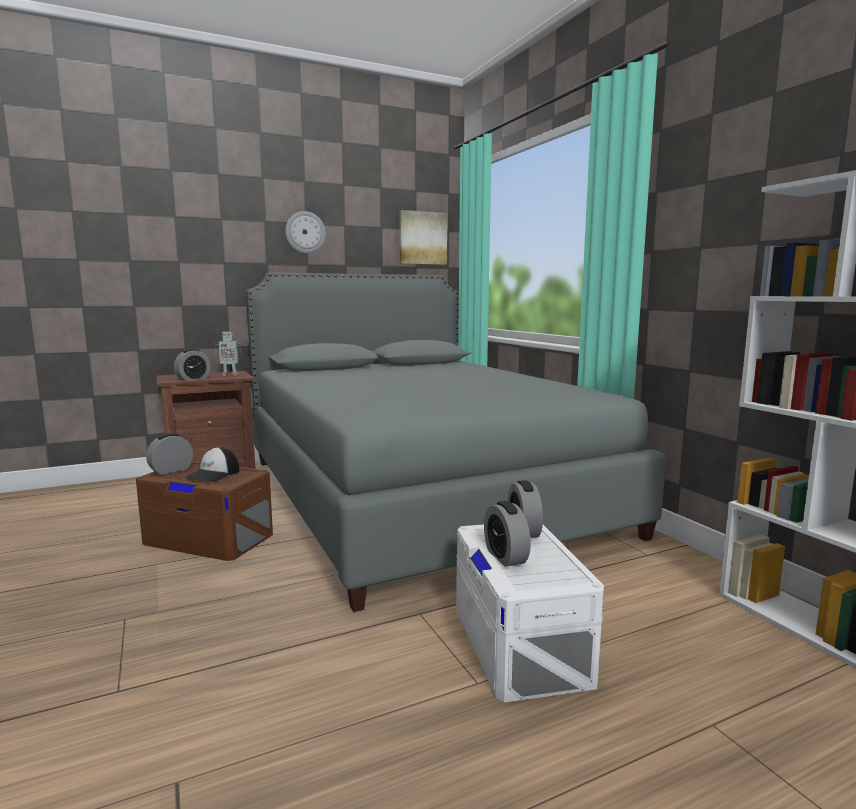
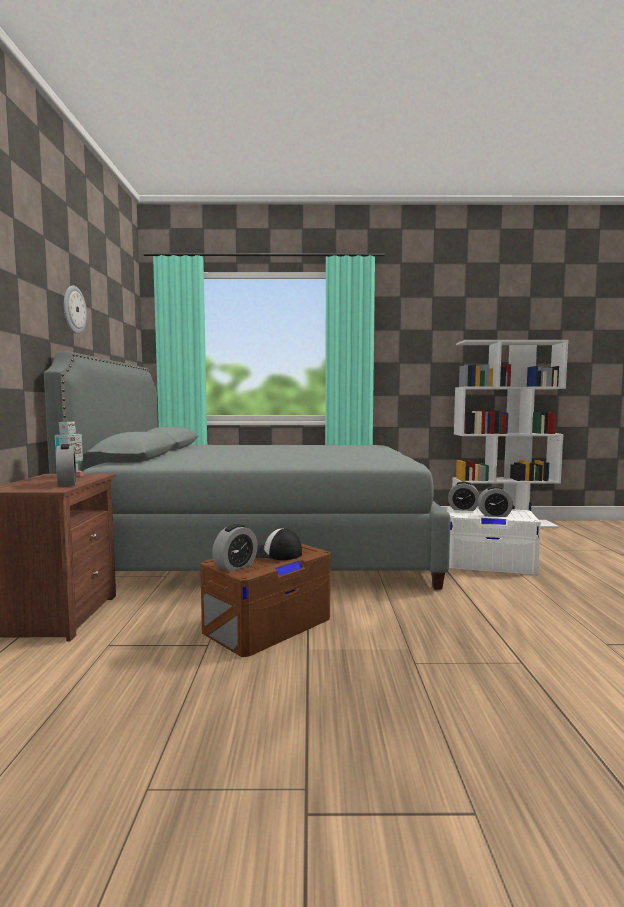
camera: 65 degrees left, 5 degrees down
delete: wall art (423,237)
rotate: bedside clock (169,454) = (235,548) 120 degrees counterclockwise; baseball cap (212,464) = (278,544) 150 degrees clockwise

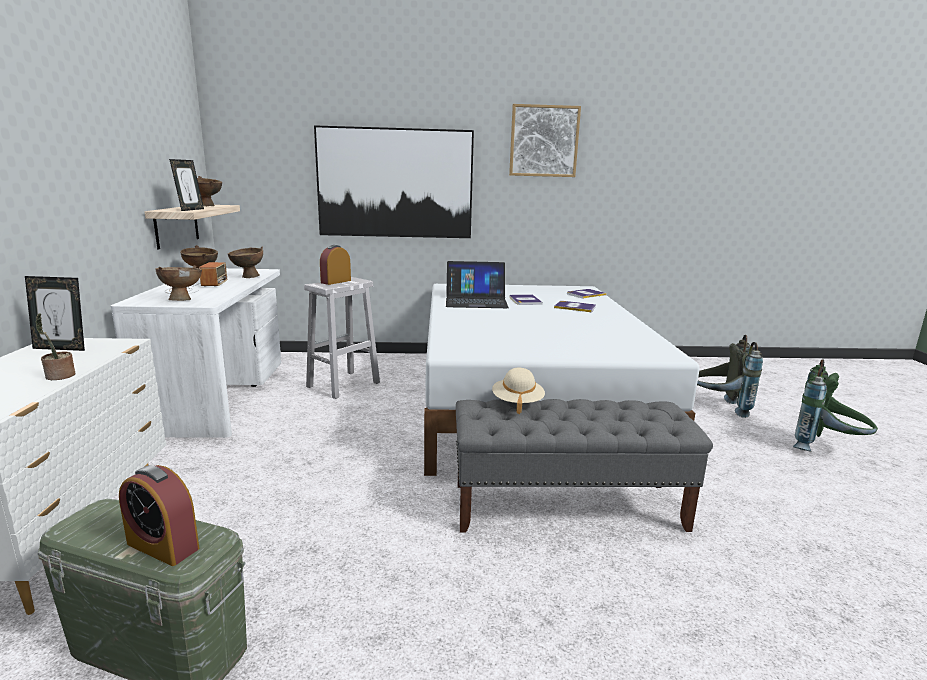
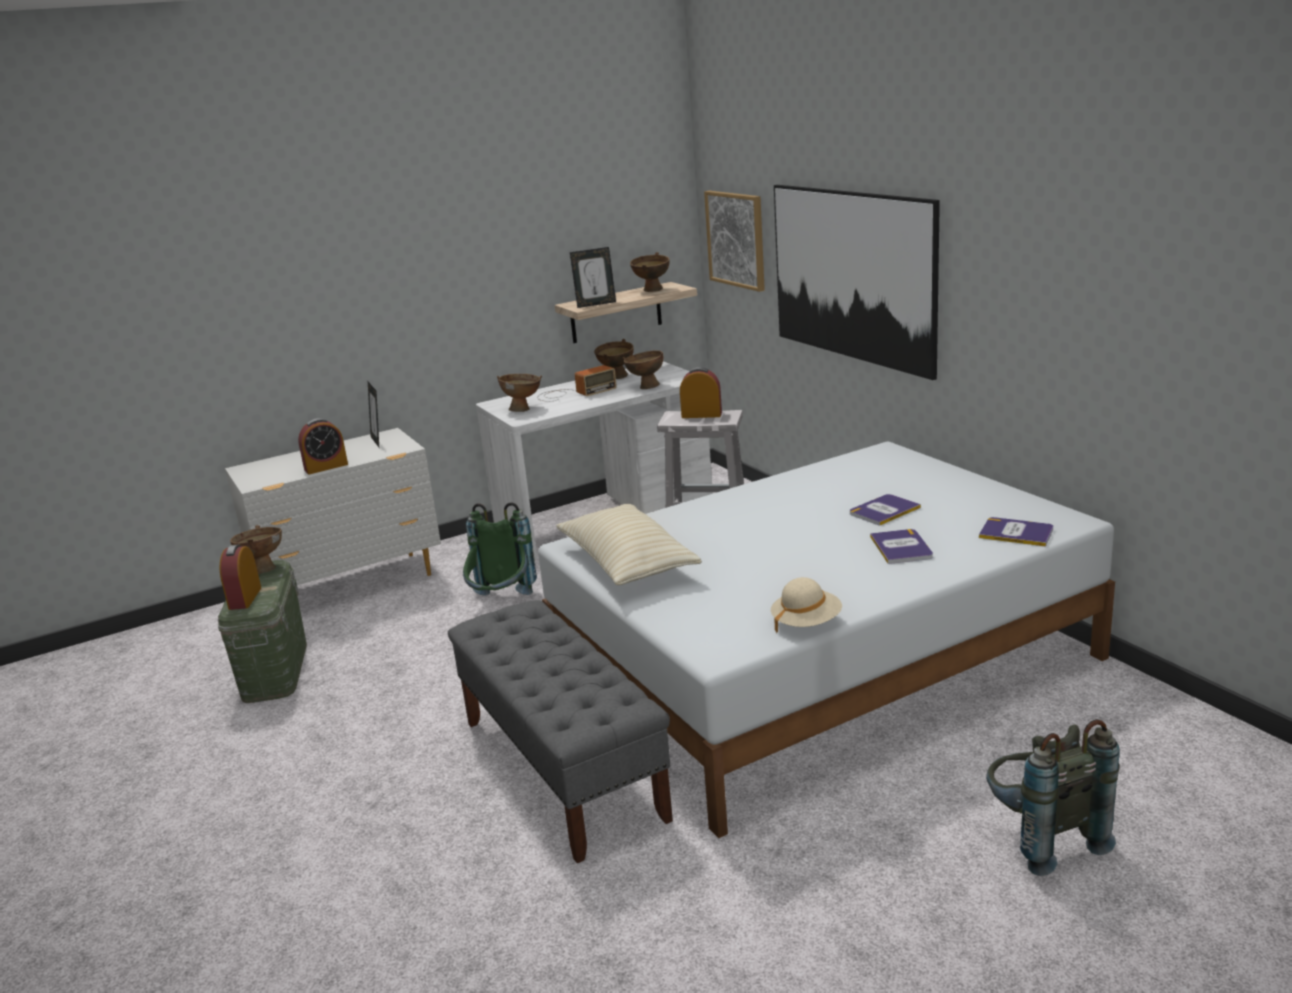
camera: 65 degrees right, 5 degrees up
delete: laptop (477,284)
insert: brown-coloured bowl (256,549); beige-coloured pillow (629,544)
move: greenish knapsack (835,406) to (500,549); wall art (545,140) to (734,241); beige-coloured hat (518,391) to (806,605)
replace: houseplant (55,346) to bedside clock (323,446)

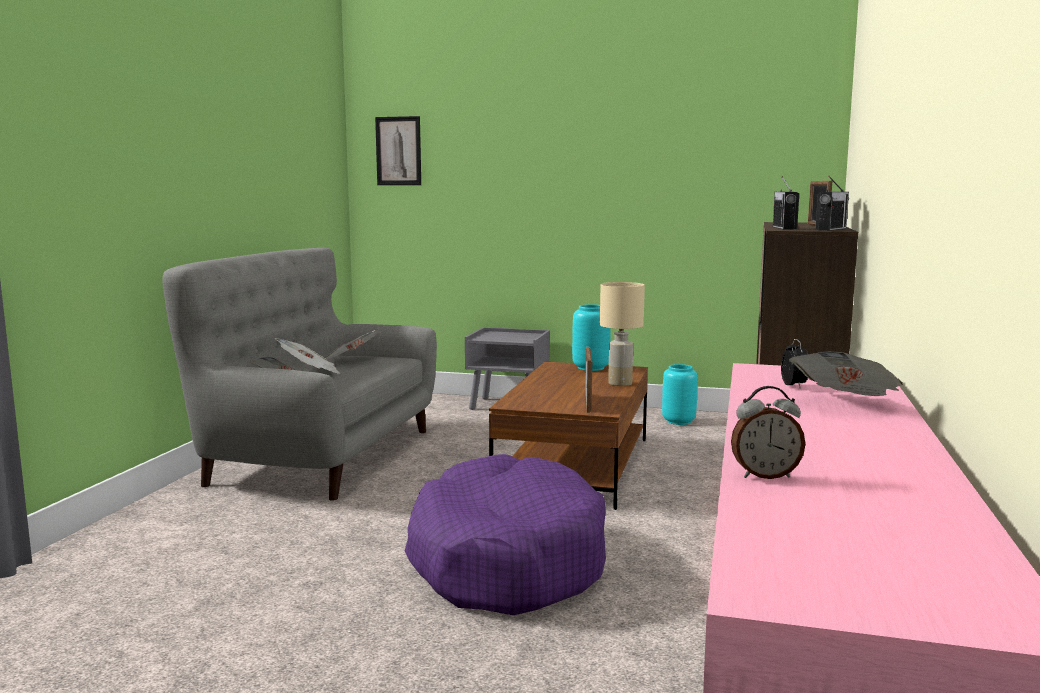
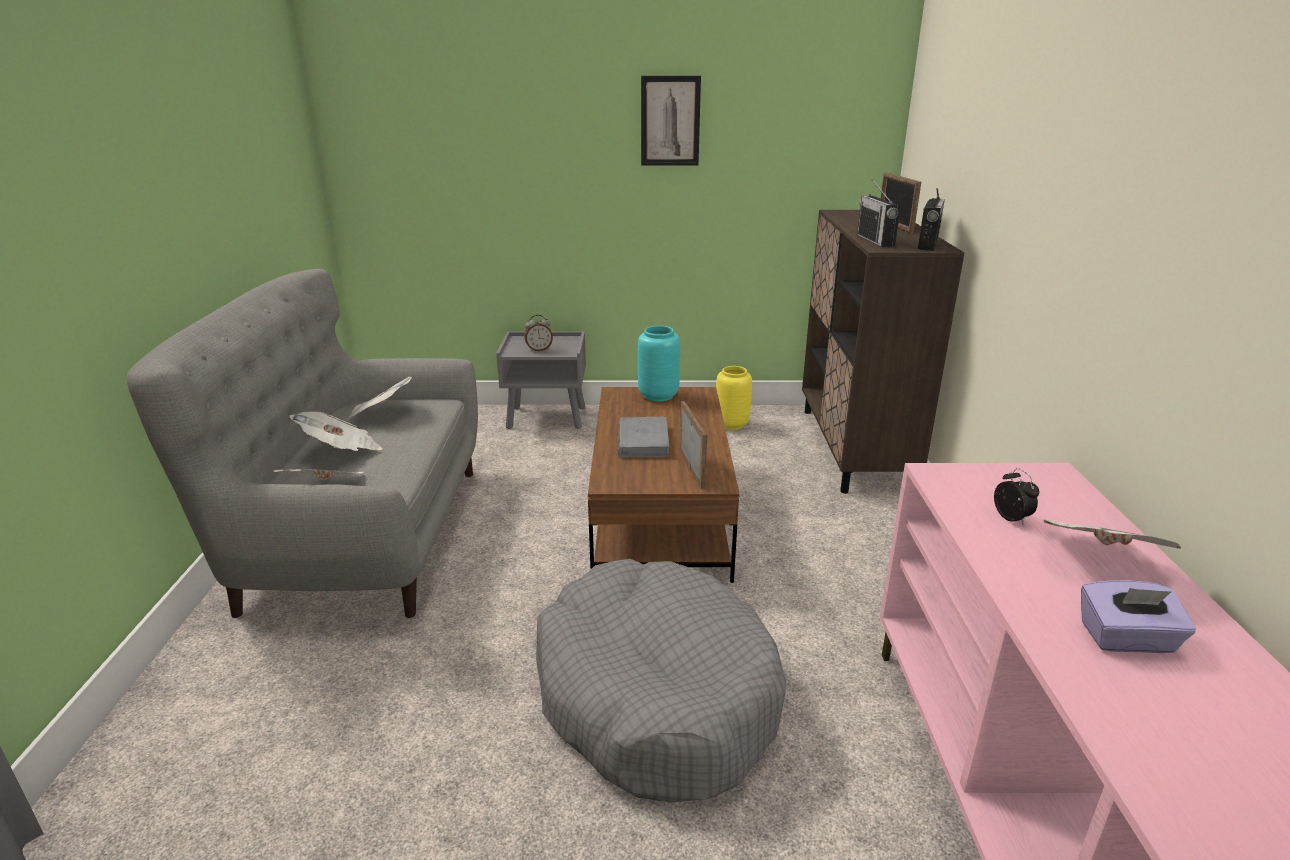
camera: 15 degrees left, 15 degrees up
delete: beige-coloured tabletop lamp (622,334)
insert: gray book (643,437); purplish tissue holder (1138,616)
move: bedside clock (768,432) to (538,332); wall art (398,150) to (671,120)
recolor: purplish pet bed (505,534) to gray pet bed (661,680); turquoise-coloured flower vase (680,394) to yellow flower vase (734,398)

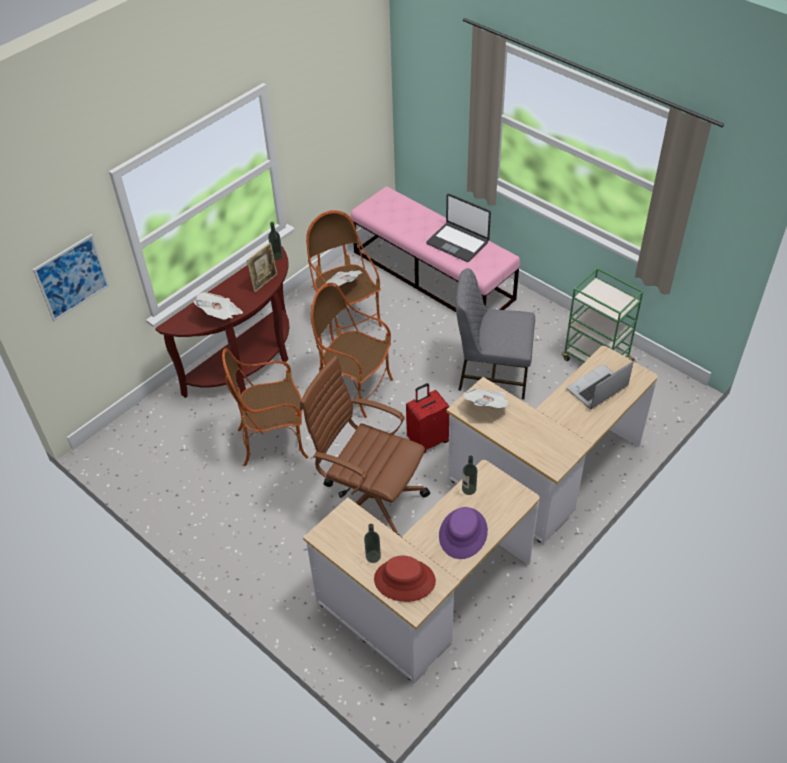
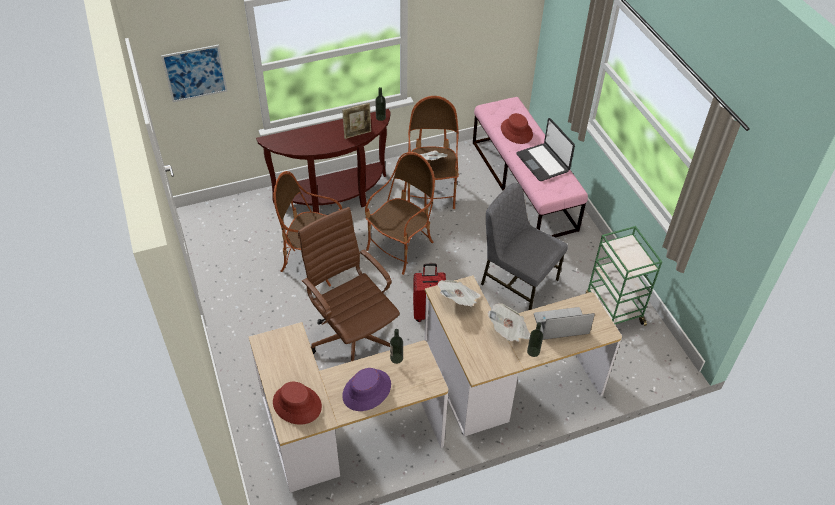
camera: 25 degrees right, 0 degrees up
insert: red hat (517,128)
move: daily paper (218,306) to (509,322); beverage bottle (372,543) to (535,339)
rotate: lounge chair (352,350) = (400,213) 75 degrees clockwise

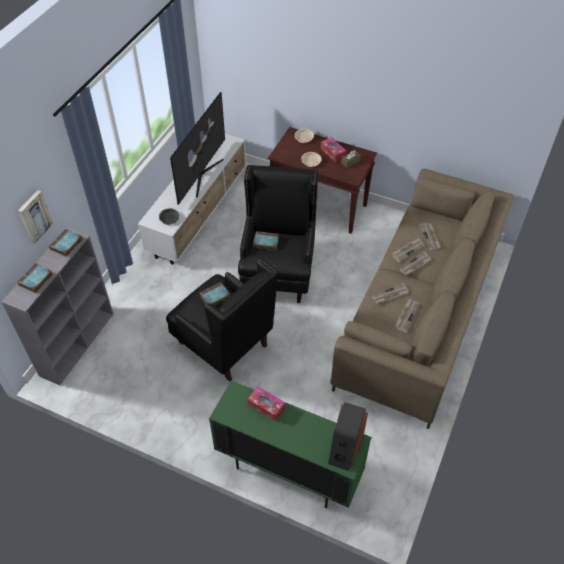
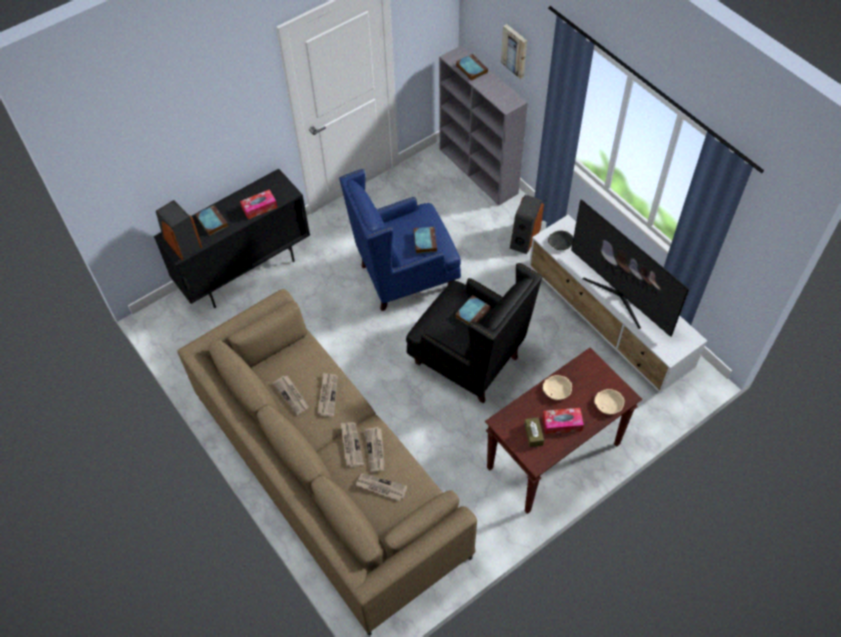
camera: 120 degrees right, 5 degrees up
insert: audio speaker (527,224)
move: book (66,243) to (212,220)
recolor: greenish cabinet (290,444) to blackish cabinet (232,238); blackish lounge chair (222,320) to bluish lounge chair (400,240)

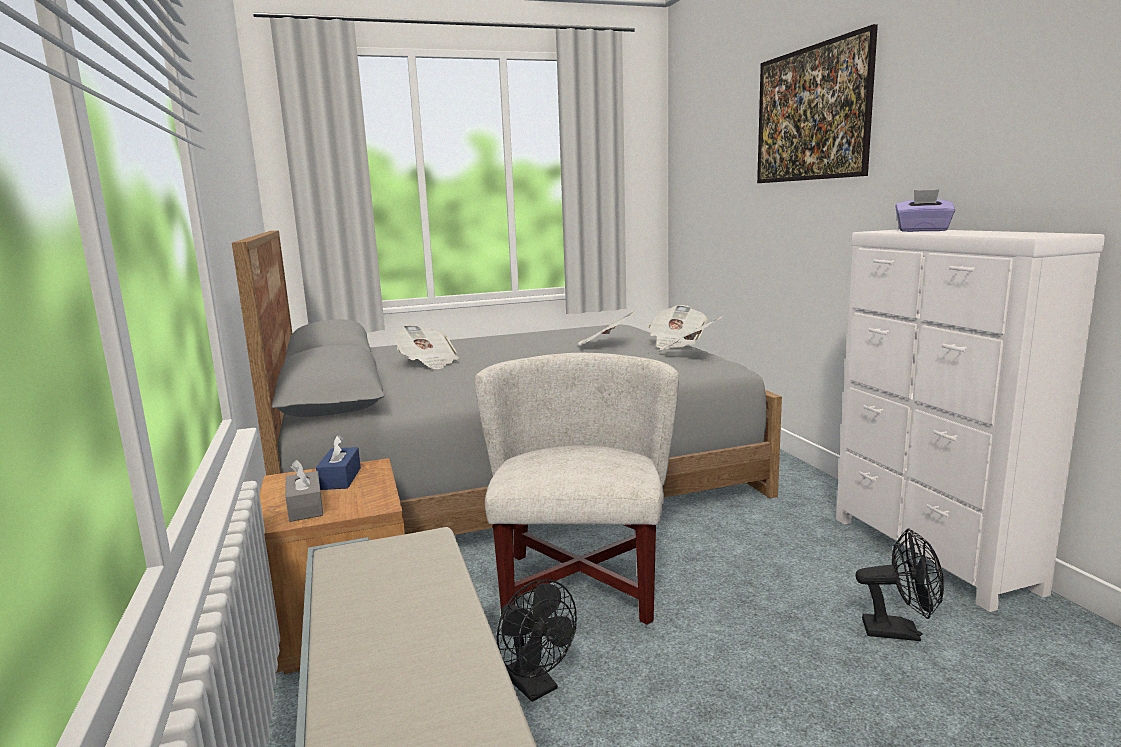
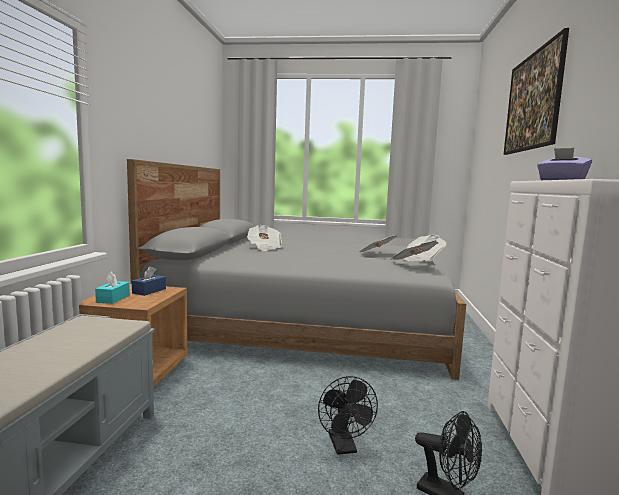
camera: 25 degrees right, 5 degrees down
delete: whitish lounge chair (577,489)
move: blackish fan (537,640) to (348,415)
recolor: gray tissue holder (304,491) to turquoise-coloured tissue holder (112,288)

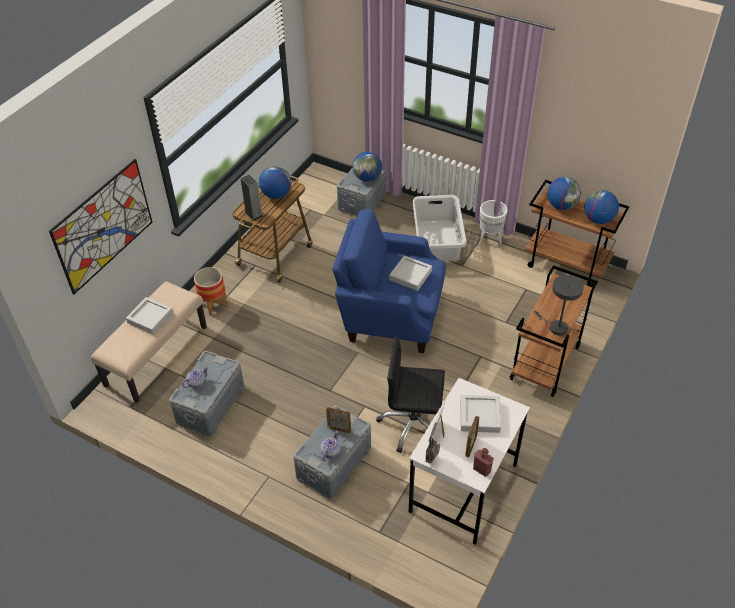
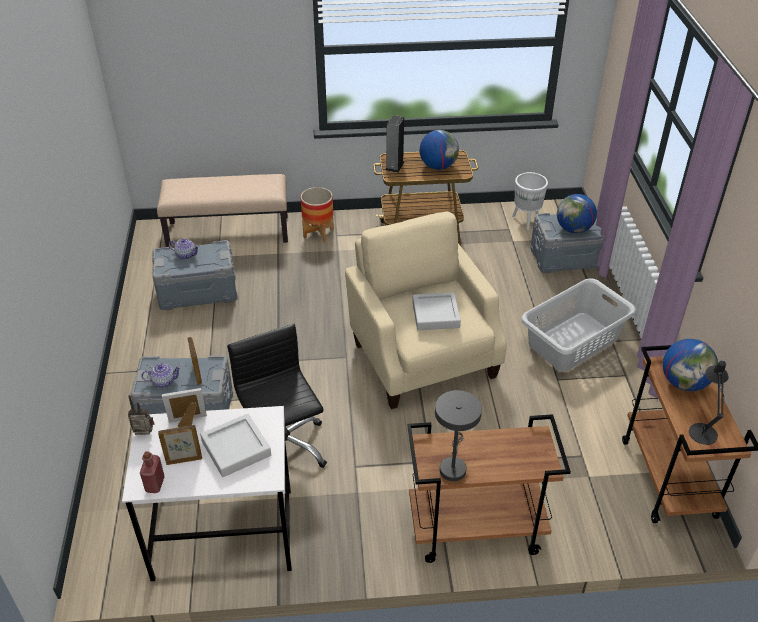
camera: 55 degrees right, 5 degrees down
delete: wall art (100,227); gray carrying tray (149,315)
move: whitish flower pot (493,222) to (530,201)
replace: desk globe (601,207) to blackish tabletop lamp (709,402)
recolor: bluish lounge chair (389,281) to beige-coloured lounge chair (426,310)

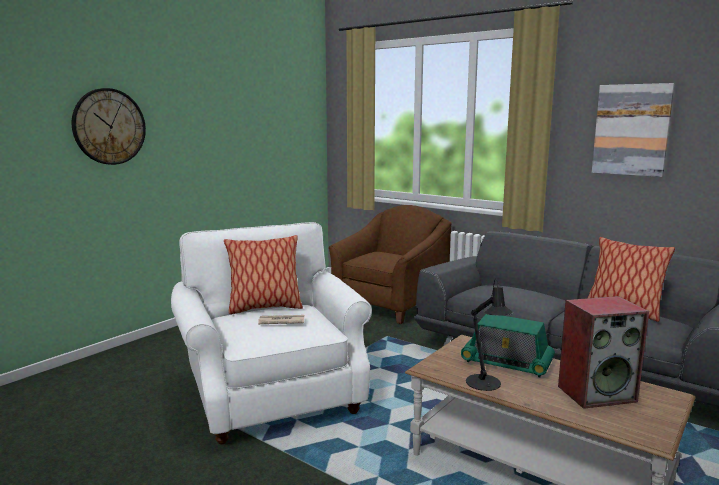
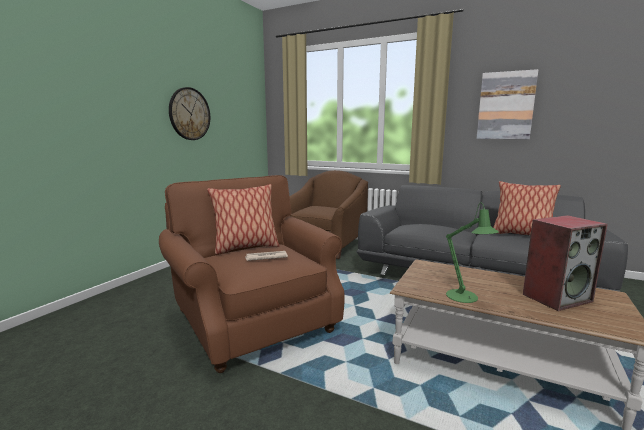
camera: 10 degrees left, 0 degrees up
delete: radio (508,345)
move: wall clock (109,126) to (189,113)
recolor: whitish lounge chair (271,333) to brown-coloured lounge chair (252,274); blackish tabletop lamp (490,335) to greenish tabletop lamp (472,252)

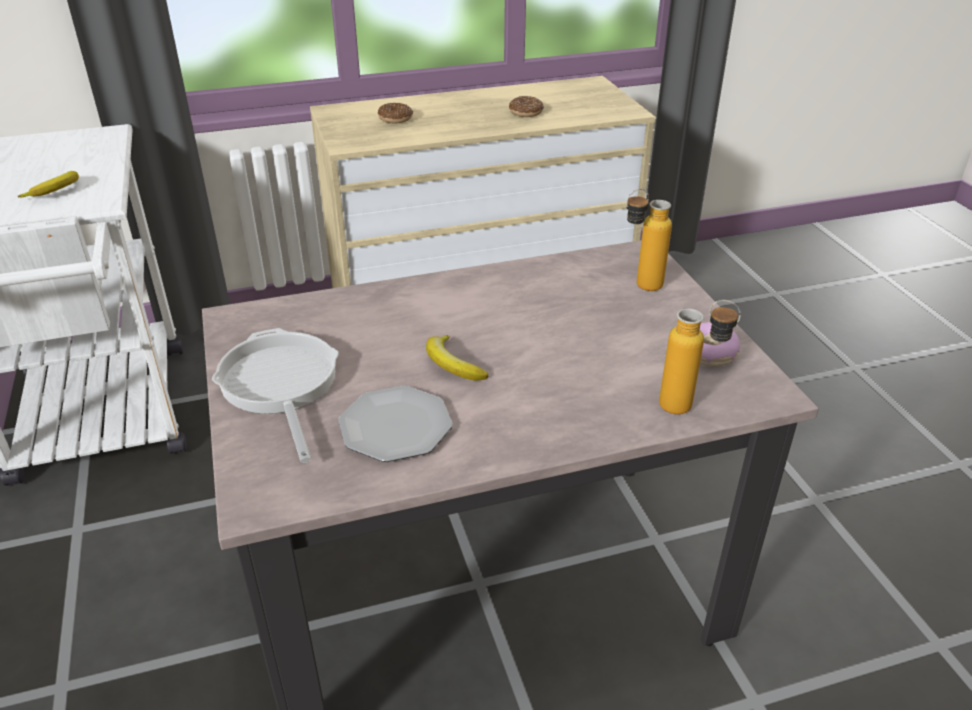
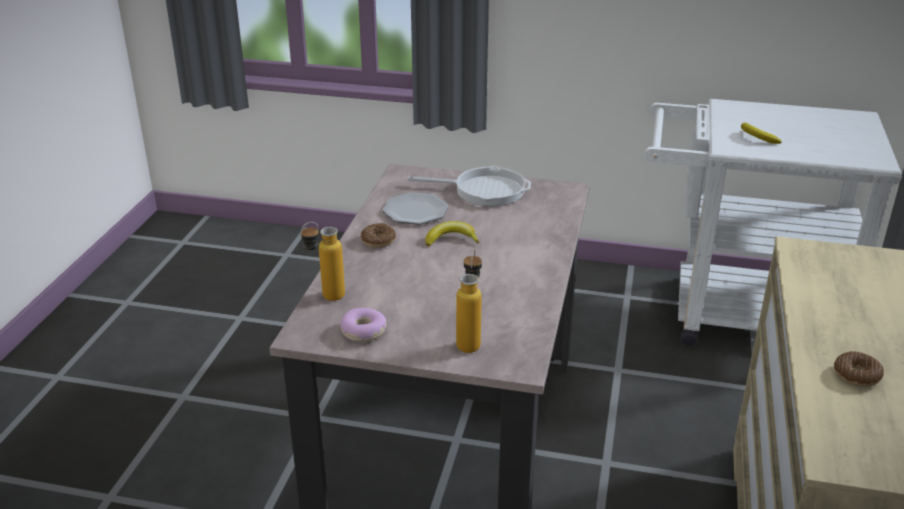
camera: 120 degrees right, 5 degrees down
move: ring doughnut (395,113) to (378,235)

